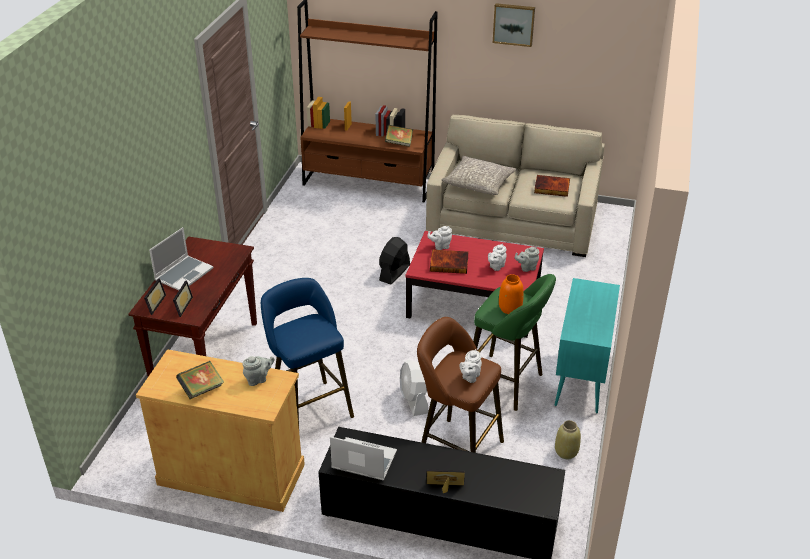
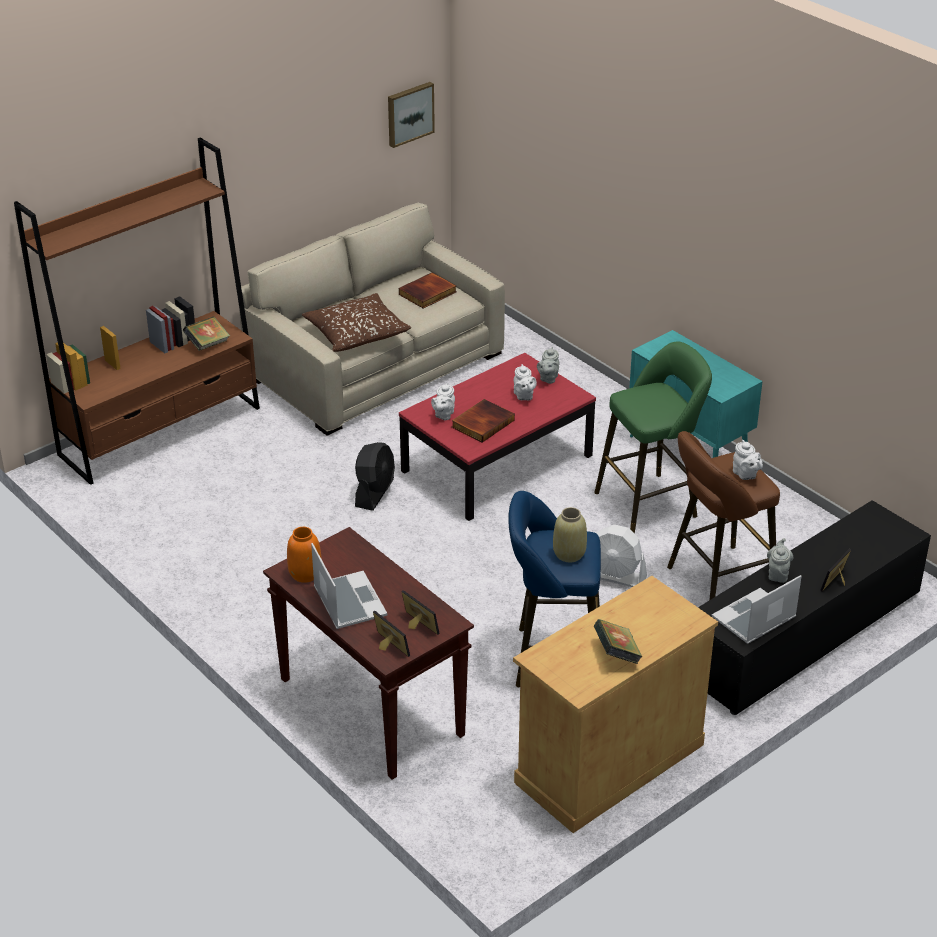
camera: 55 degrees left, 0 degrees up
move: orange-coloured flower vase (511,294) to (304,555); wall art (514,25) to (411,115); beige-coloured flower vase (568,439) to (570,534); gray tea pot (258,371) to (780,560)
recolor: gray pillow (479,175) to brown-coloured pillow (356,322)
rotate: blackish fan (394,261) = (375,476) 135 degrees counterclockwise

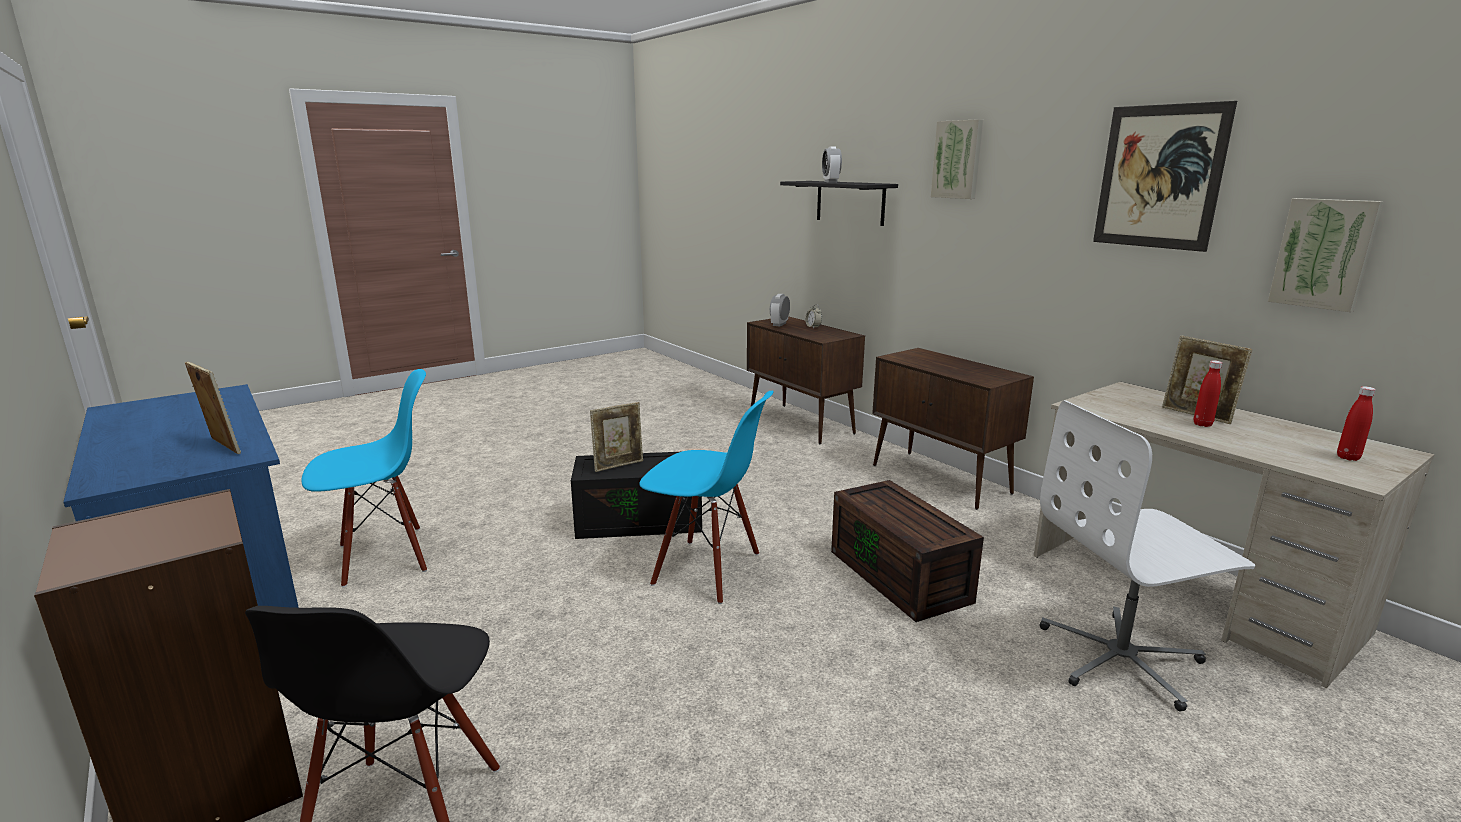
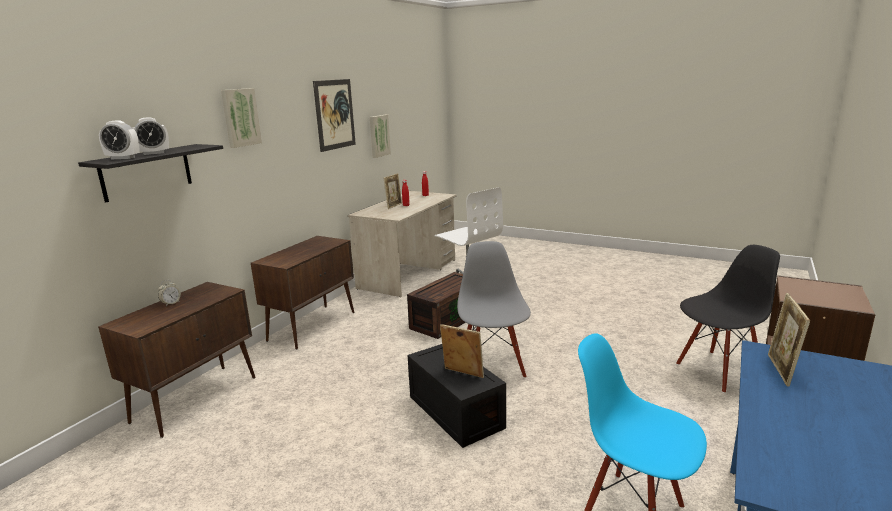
camera: 115 degrees left, 0 degrees up
move: bedside clock (780,310) to (119,139)
recolor: bluish chair (707,497) to gray chair (494,309)

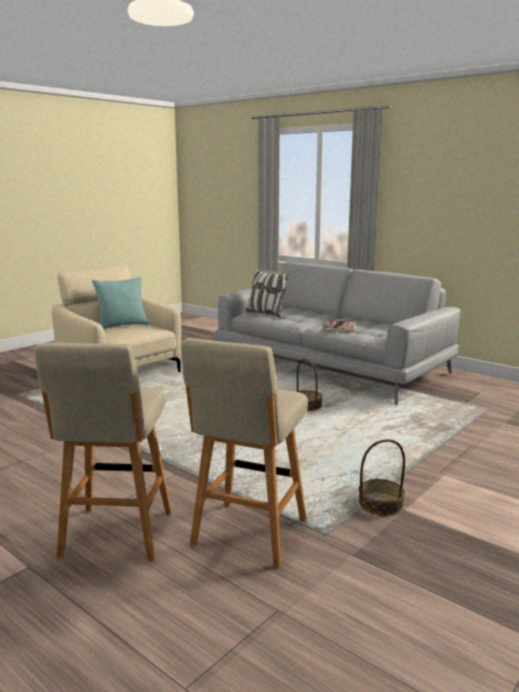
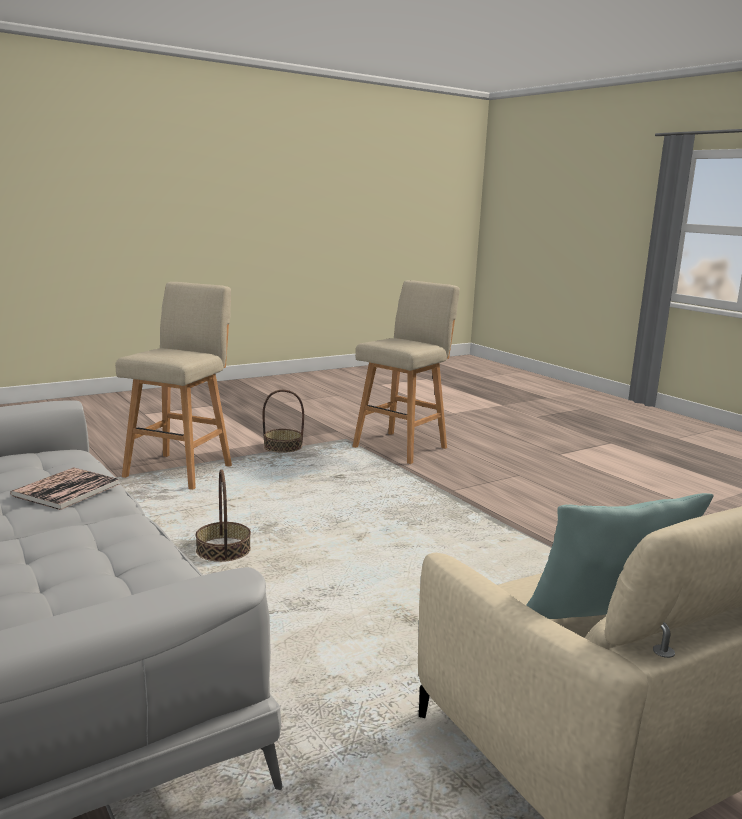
camera: 165 degrees left, 0 degrees up
delete: pillow (267,293)
move: beige-coloured sitting stool (103,452) to (173,386)

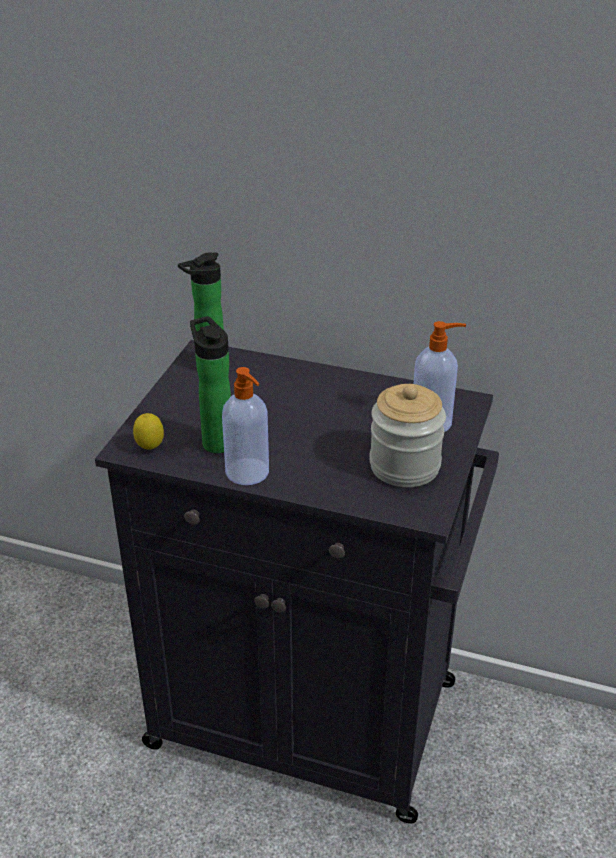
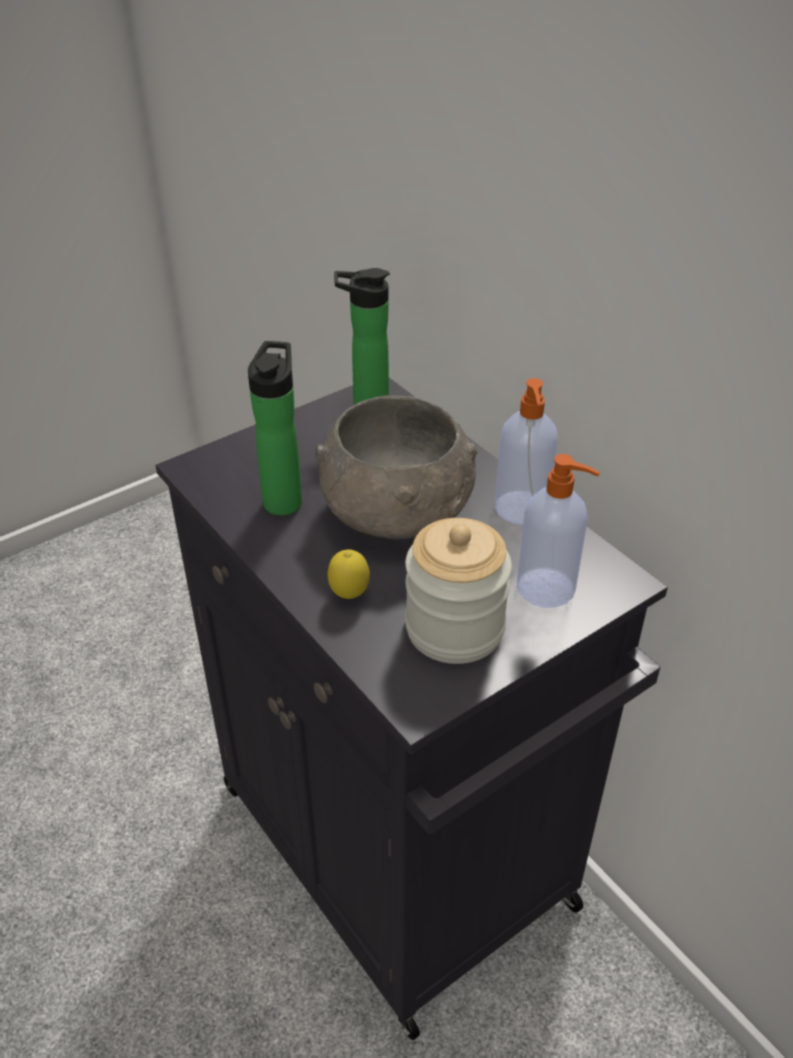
camera: 35 degrees right, 5 degrees up
insert: gray bowl (396,467)
move: whole lemon (148,431) to (349,574); soap dispenser (245,426) to (526,451)

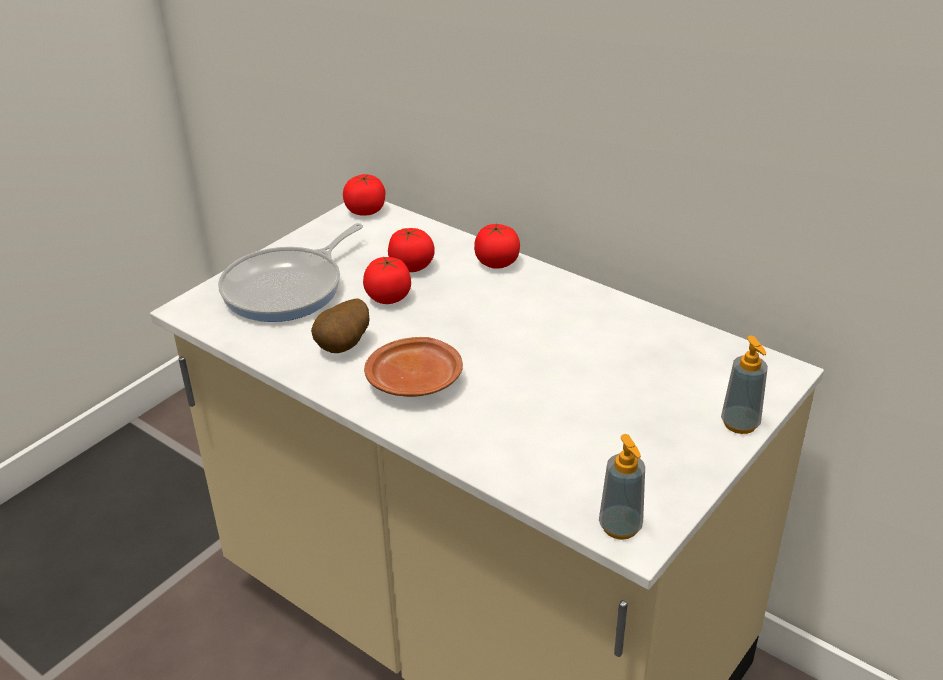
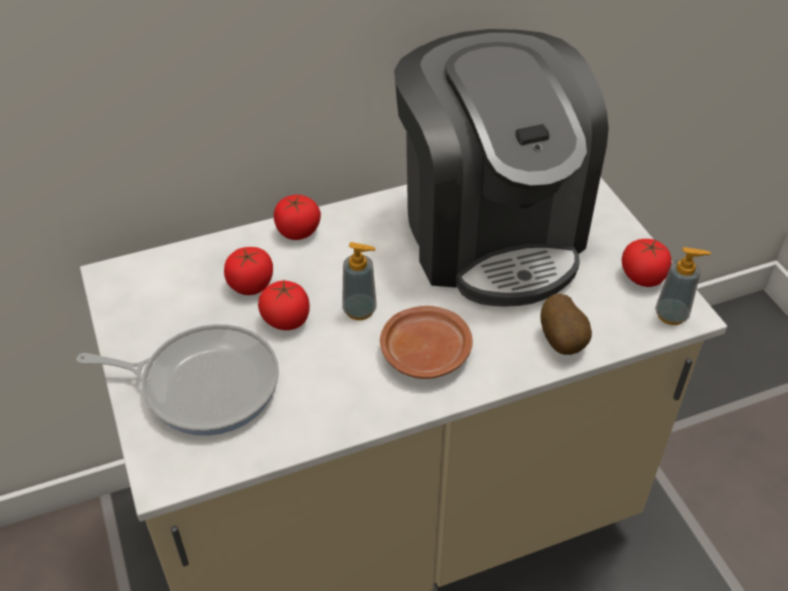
camera: 60 degrees left, 10 degrees up
insert: coffee maker (501,168)
move: soap dispenser (744,385) to (359,281); potato (340,326) to (566,324); tomato (364,195) to (647,263)
rotate: skillet (290,272) = (177,380) 60 degrees counterclockwise

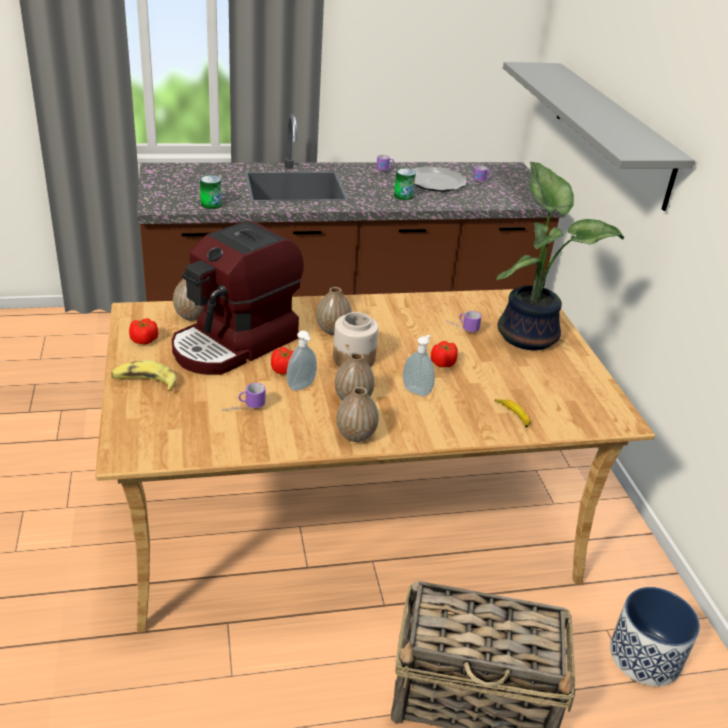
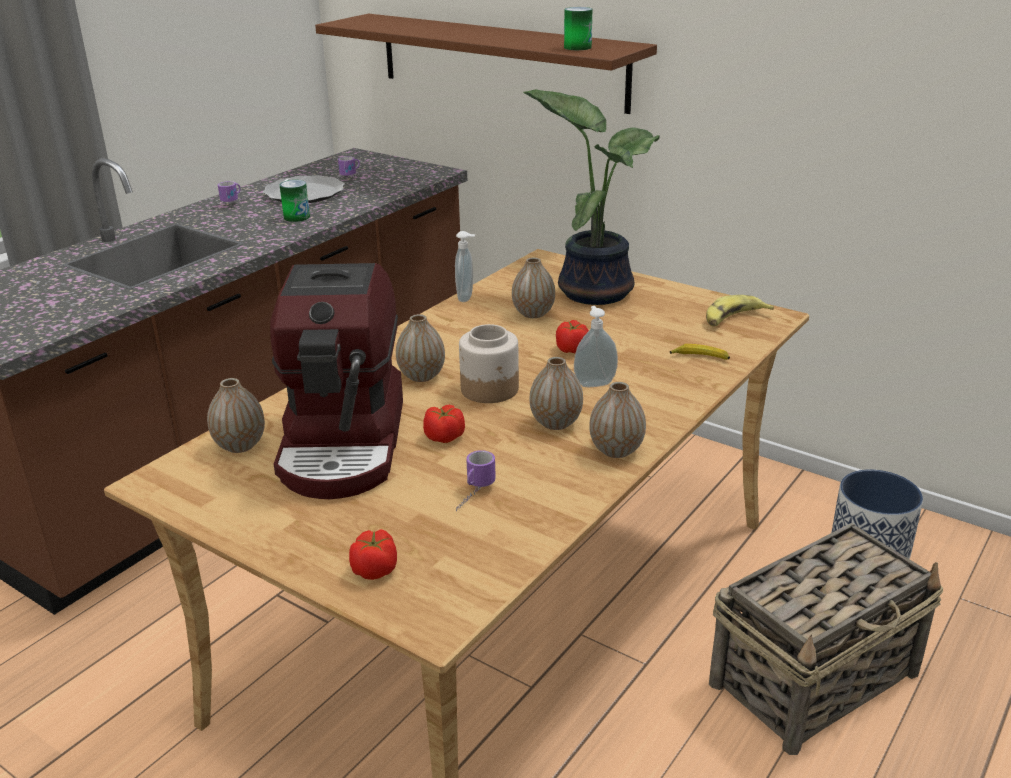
camera: 40 degrees left, 5 degrees down
move: tomato (143,331) to (373,554); soap dispenser (302,360) to (465,266); metal can (211,192) to (578,28); banana fruit (144,375) to (740,310)
replace: tea mug (464,321) to flower vase (533,287)
recolor: gray shelf (599,136) to brown-coloured shelf (486,64)

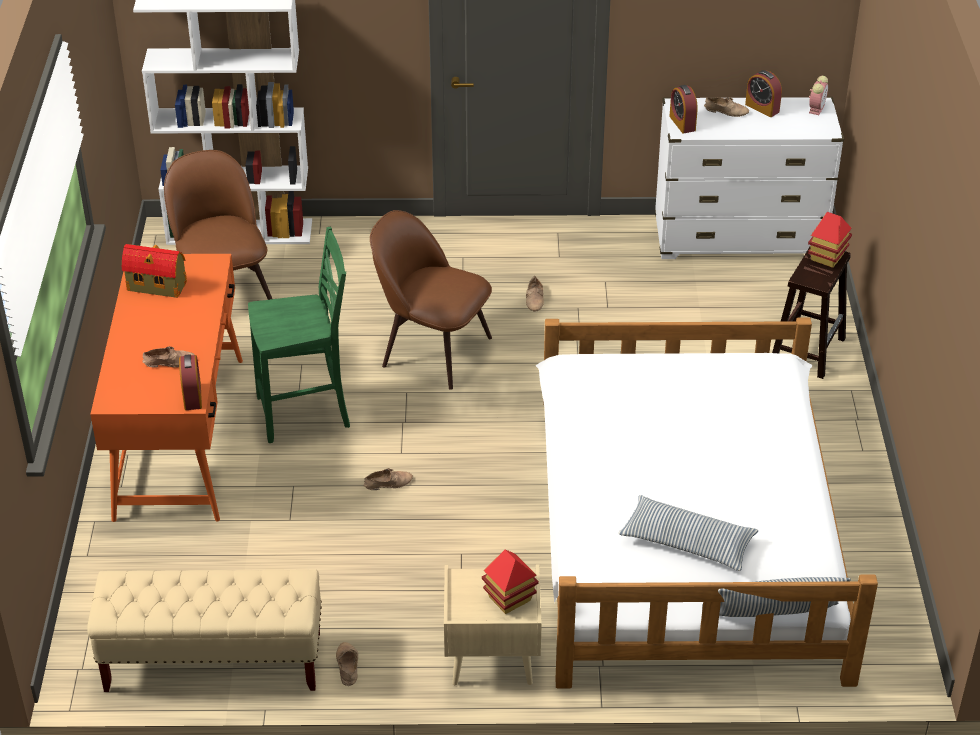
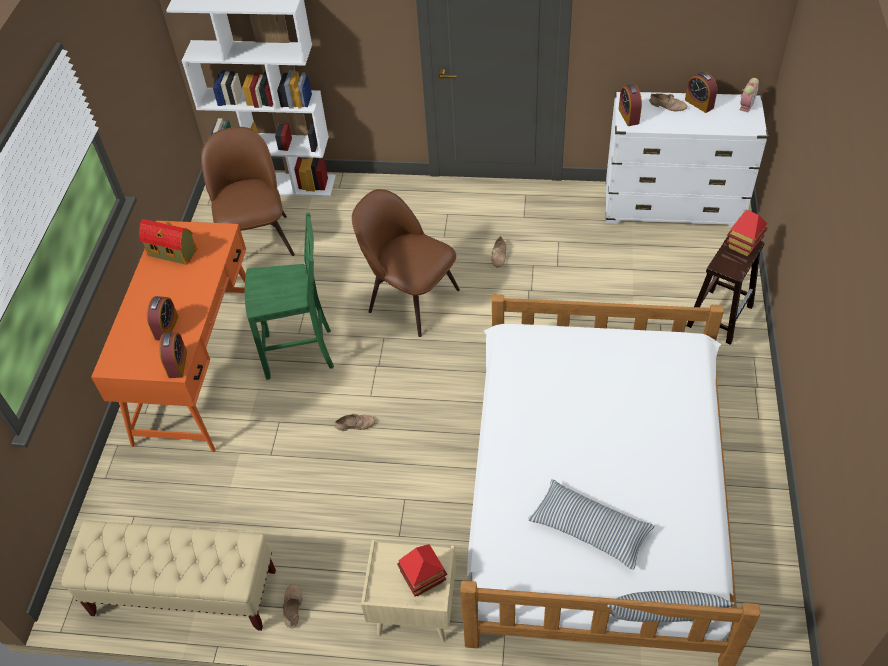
camera: 10 degrees right, 10 degrees up
replace: beige-coloured item of footwear (168,357) to bedside clock (163,318)

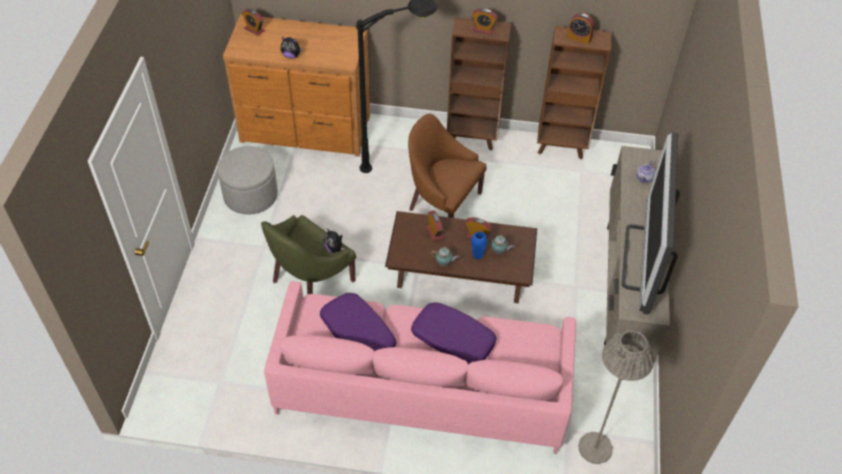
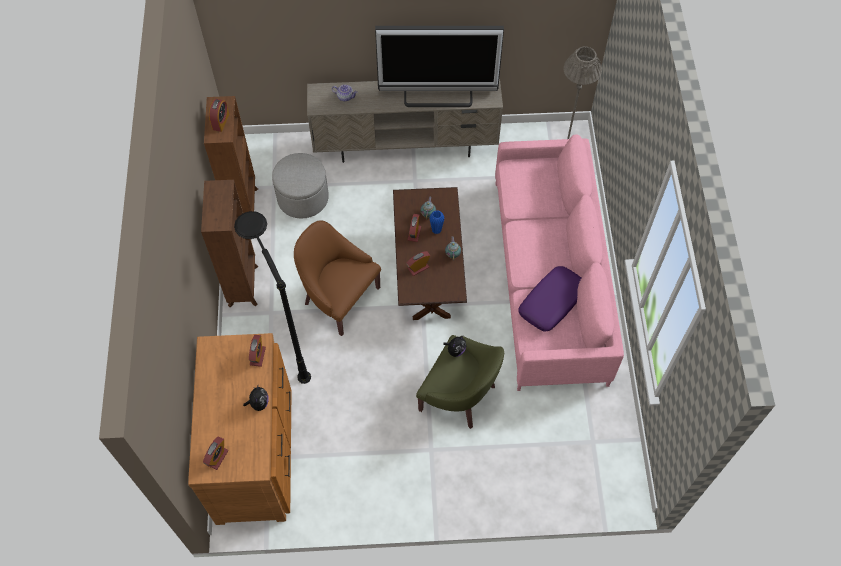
camera: 100 degrees left, 10 degrees up
delete: purplish pillow (454,333)
move: bedside clock (485,21) to (257,351); gray footrest (247,180) to (300,186)
rotate: brown-coloured lounge chair (447,166) = (337,278) 105 degrees clockwise

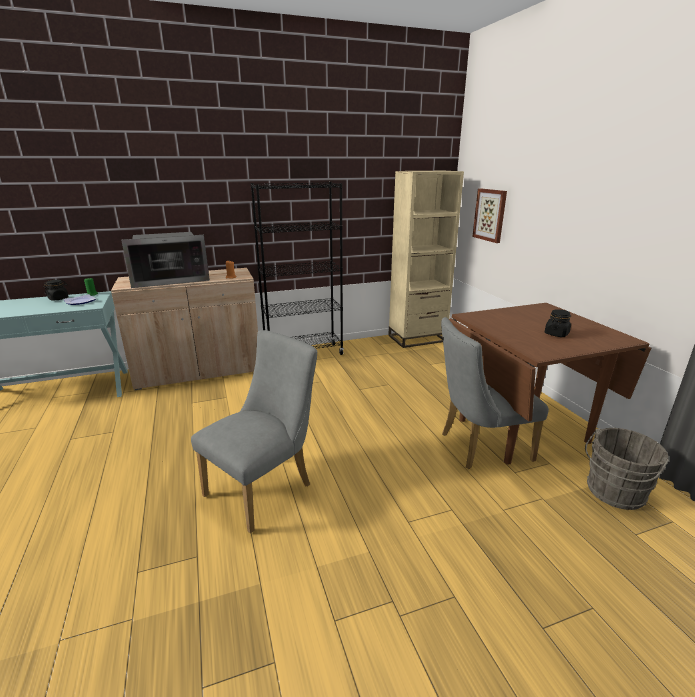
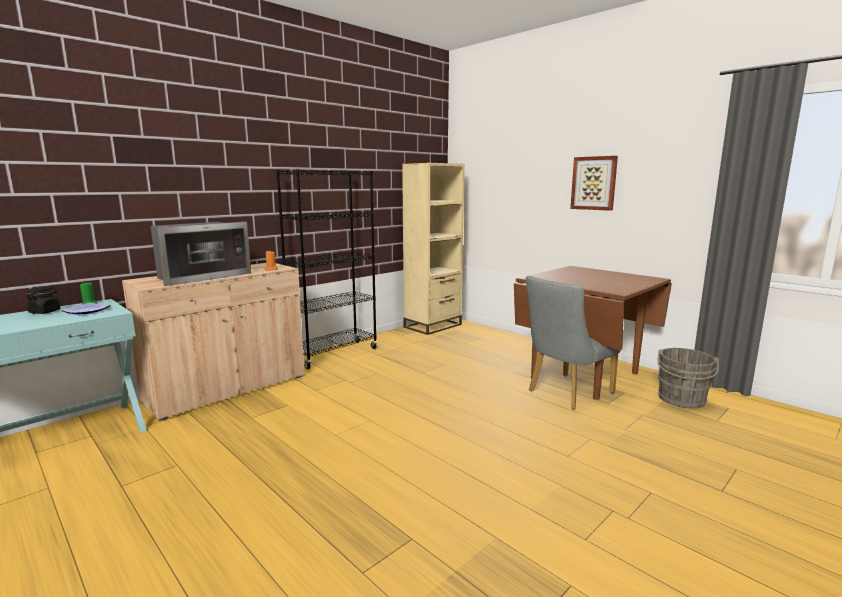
camera: 25 degrees left, 10 degrees down
delete: gray chair (254,431); blackish jar (558,323)
move: wall art (489,216) to (594,183)

